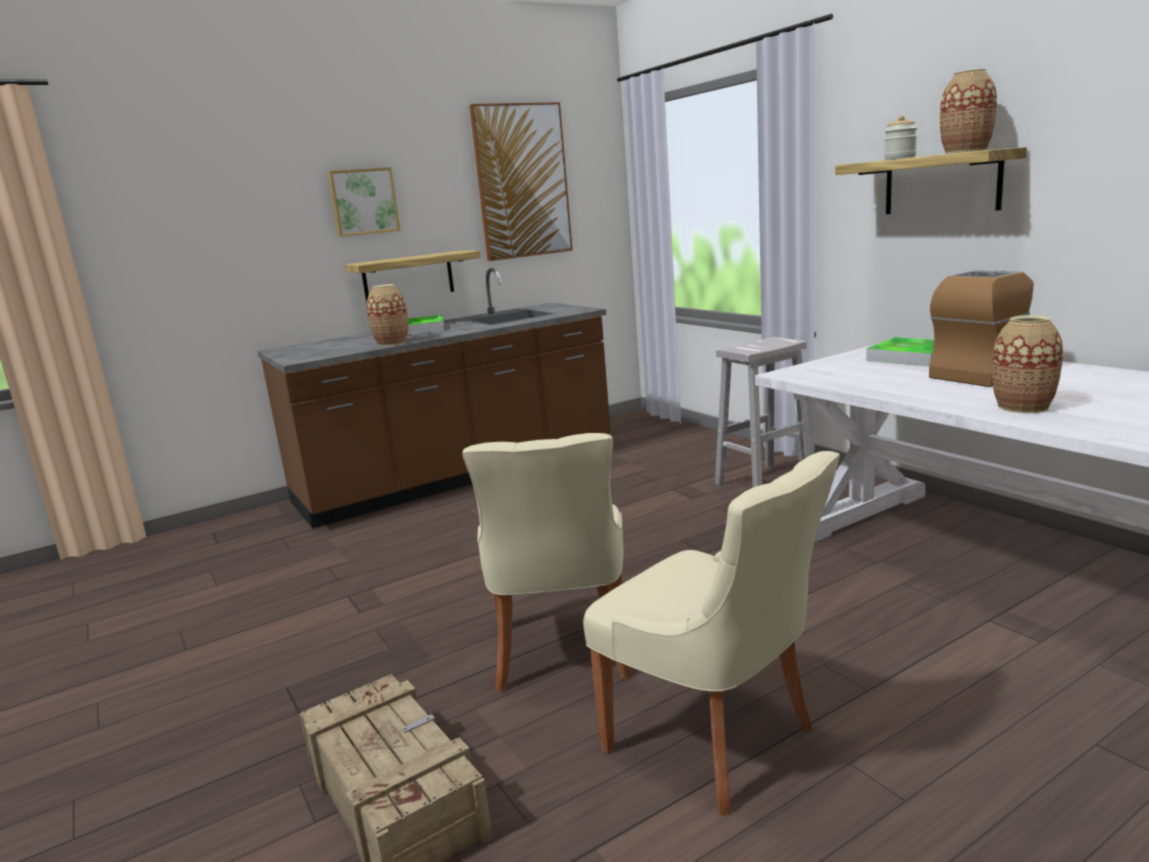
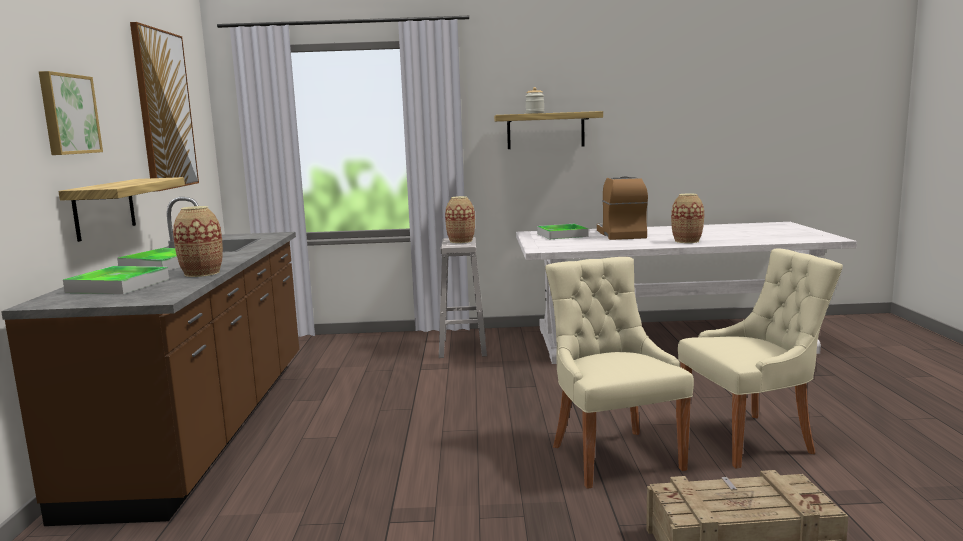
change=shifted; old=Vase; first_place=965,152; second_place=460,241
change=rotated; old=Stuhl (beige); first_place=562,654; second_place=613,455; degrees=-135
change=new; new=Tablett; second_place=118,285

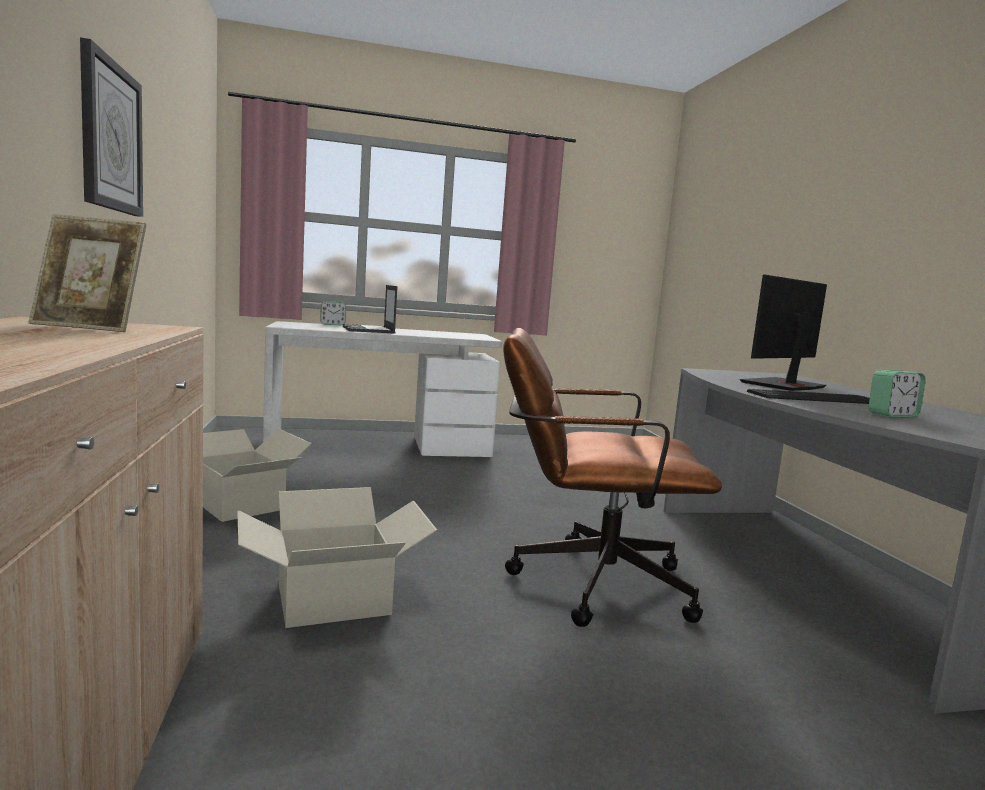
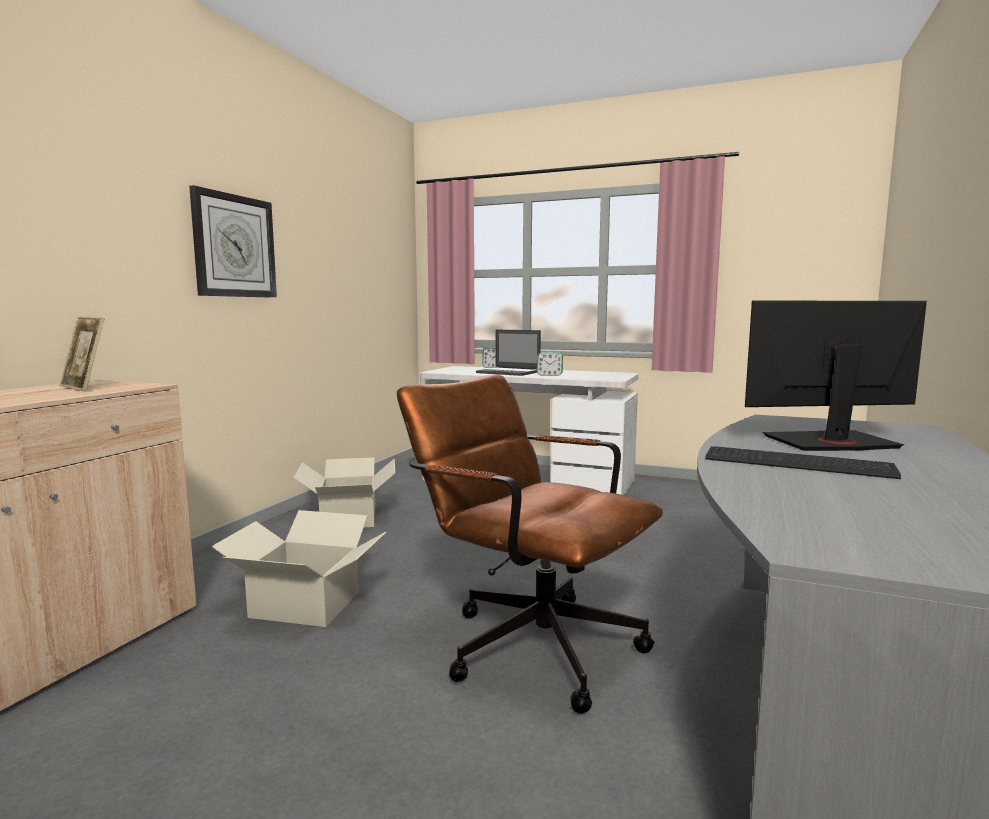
change=rotated; old=Laptop; first_place=368,330; second_place=509,372; degrees=-75
change=shifted; old=Wecker; first_place=892,415; second_place=549,375

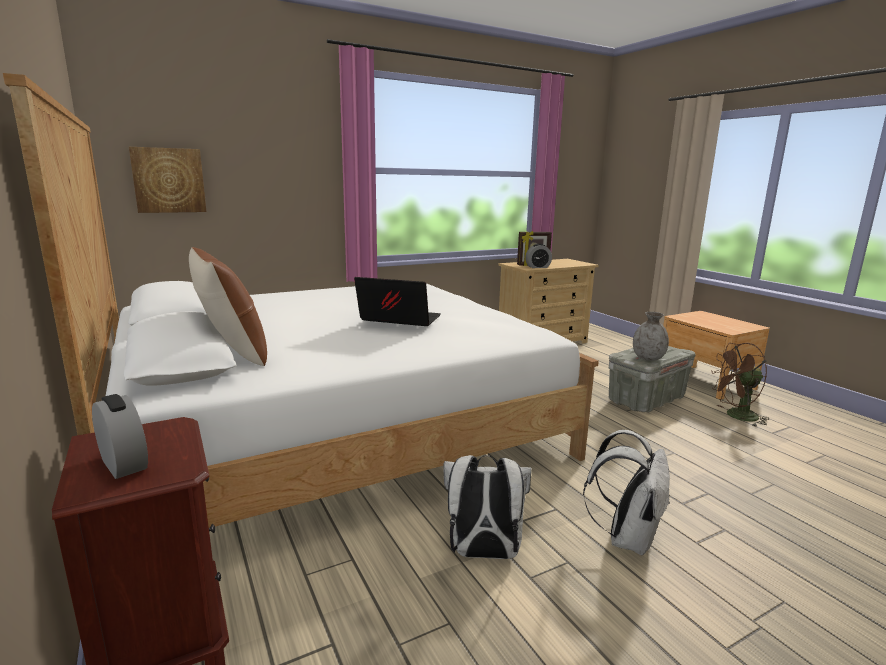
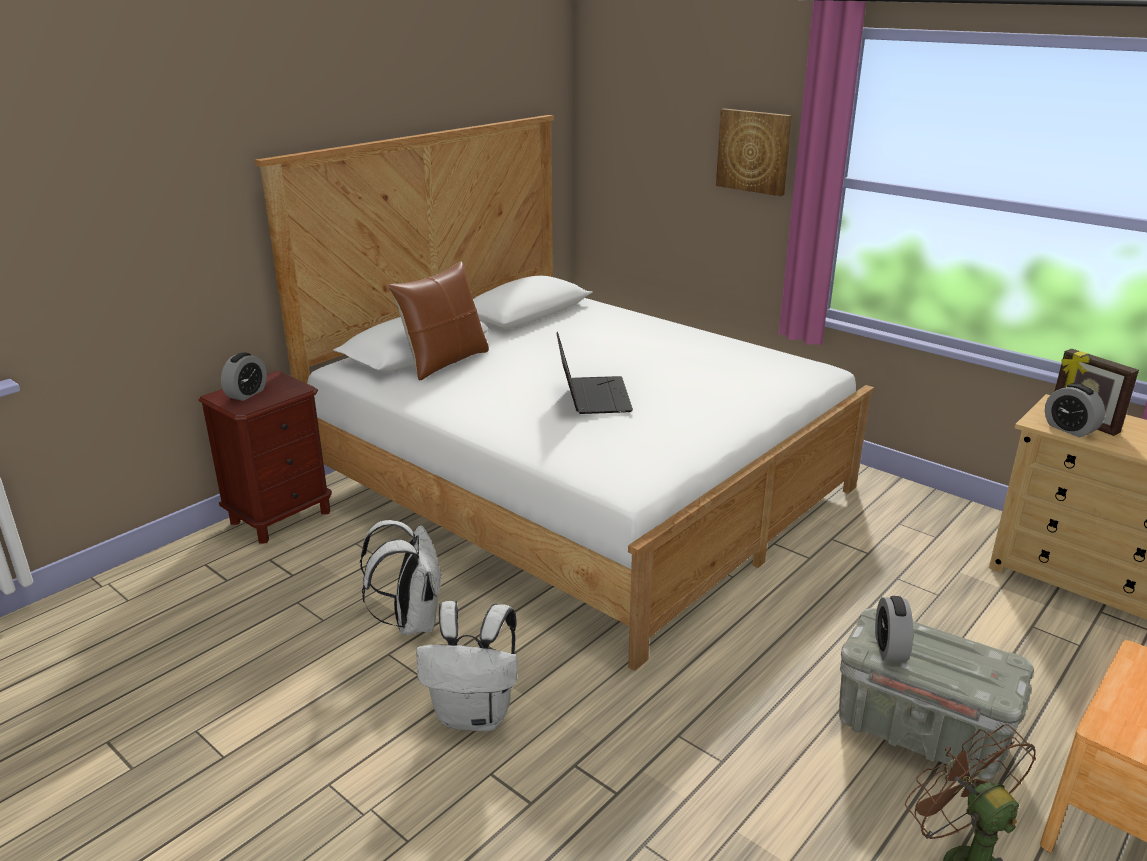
change=shifted; old=Bild; first_place=169,180; second_place=754,151
change=swapped; old=Vase (grau); new=Wecker; first_place=648,358; second_place=889,648

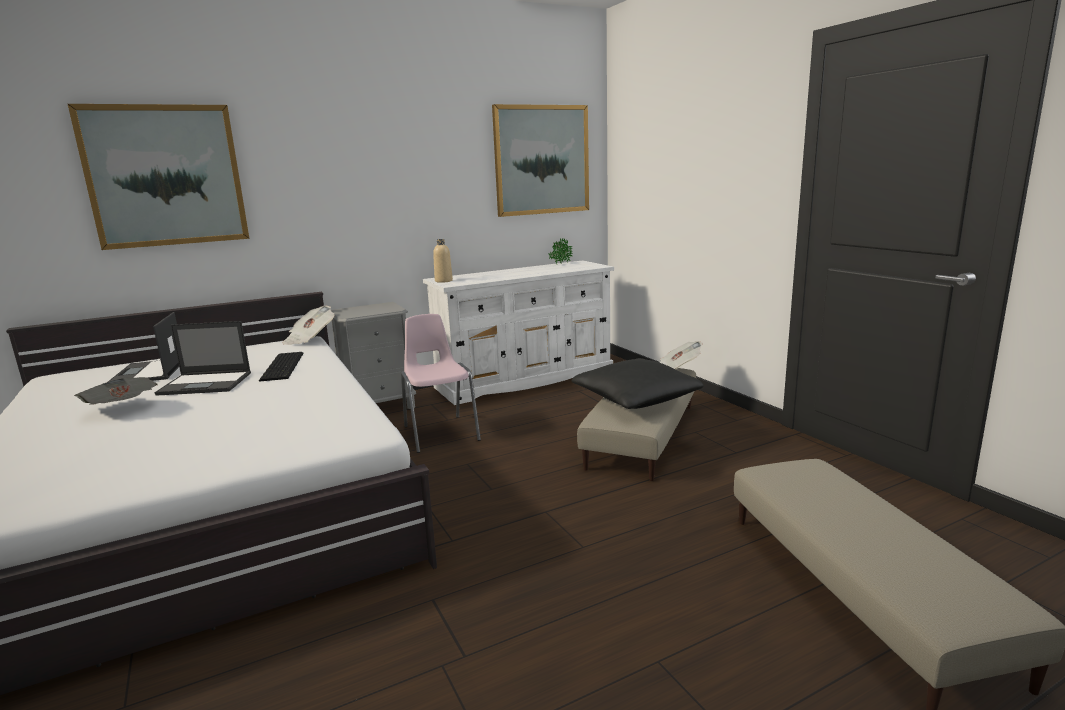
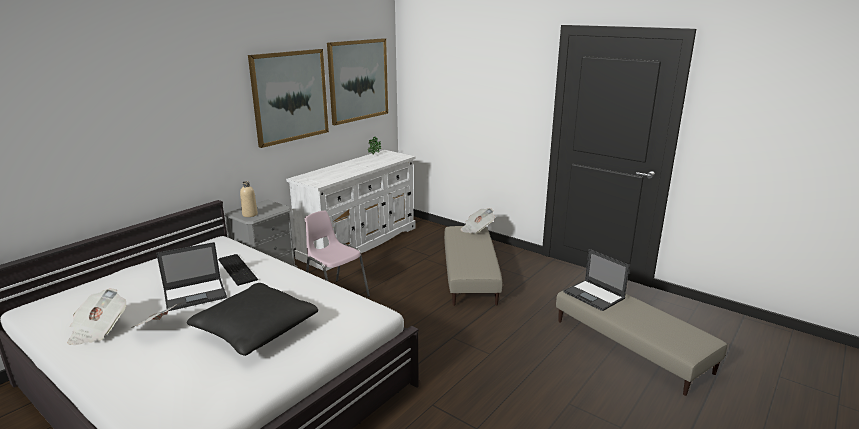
change=shifted; old=Bild; first_place=165,176; second_place=290,96
change=shifted; old=Flasche (beige); first_place=443,281; second_place=250,214
change=shifted; old=Zeitung; first_place=310,339; second_place=98,330
change=shifted; old=Laptop; first_place=148,372; second_place=594,295
change=shifted; old=Kissen (schwarz); first_place=635,399; second_place=255,330

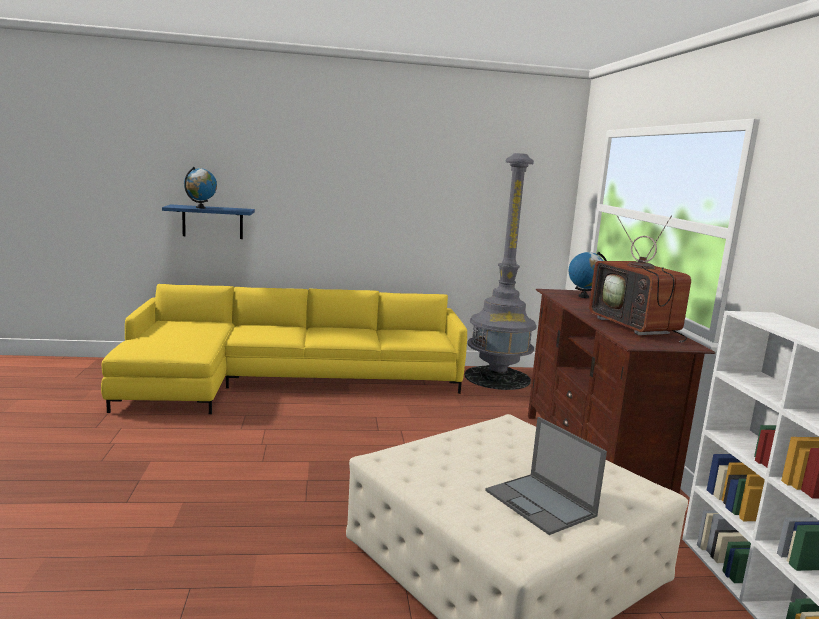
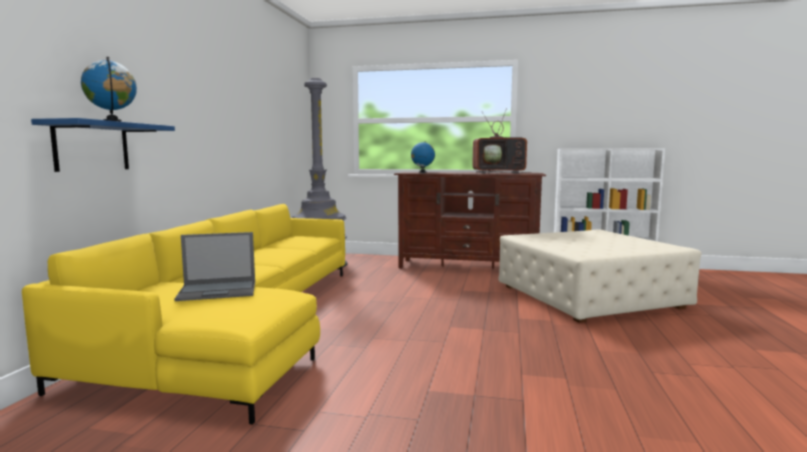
change=shifted; old=Laptop; first_place=541,504; second_place=218,291

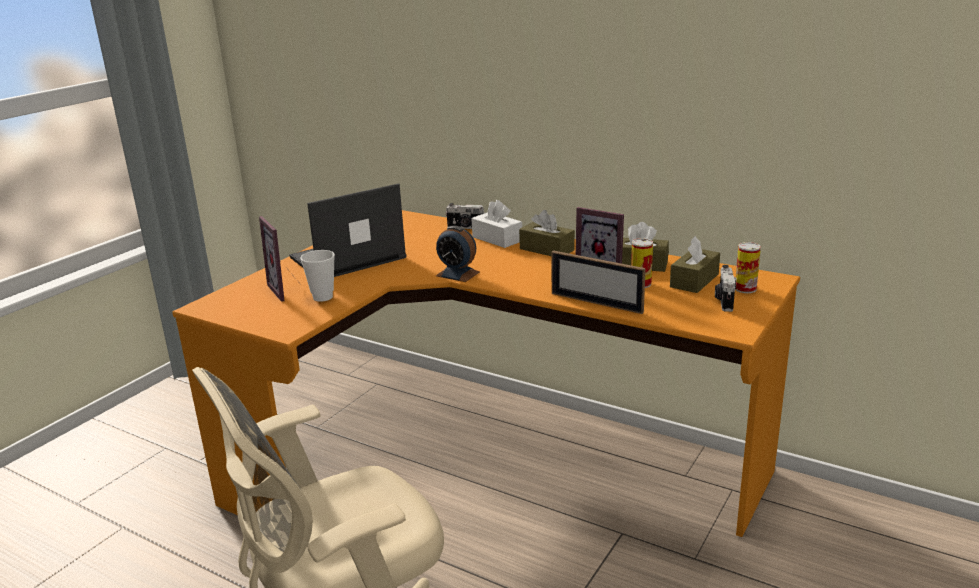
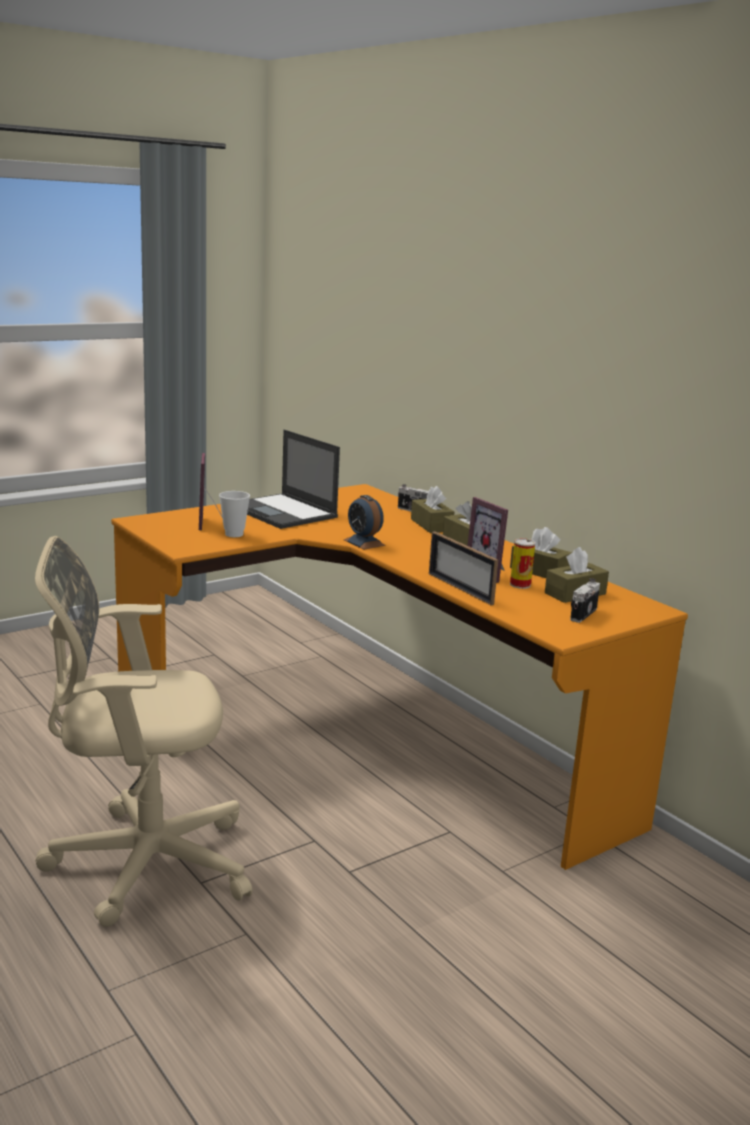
change=rotated; old=Laptop; first_place=346,258; second_place=283,512; degrees=-120
change=repainted; old=Taschentuchbox (weiß); new=Taschentuchbox (braun); first_place=497,239; second_place=431,525
change=gone; old=Dose; first_place=745,289

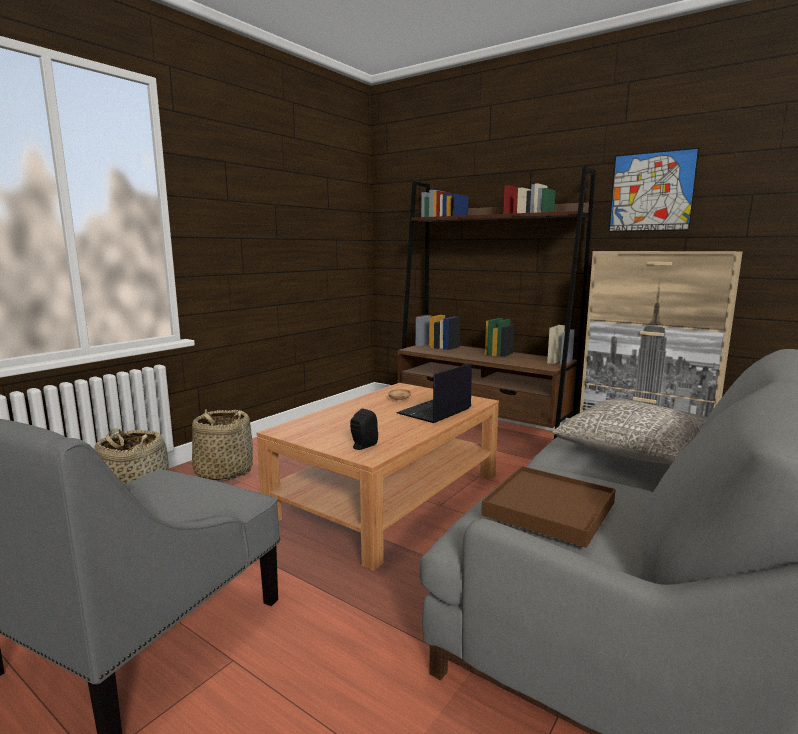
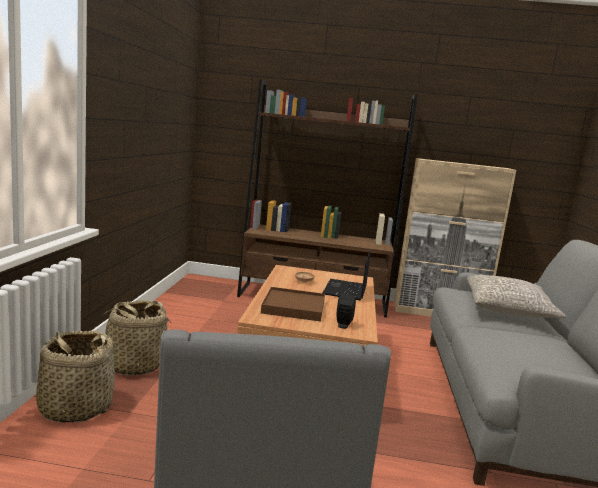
change=gone; old=Bild; first_place=651,192
change=shifted; old=Tablett (braun); first_place=549,509; second_place=294,307

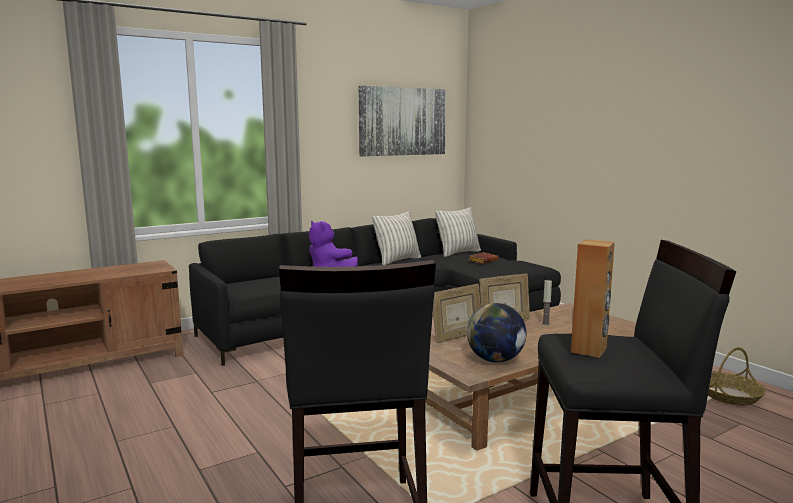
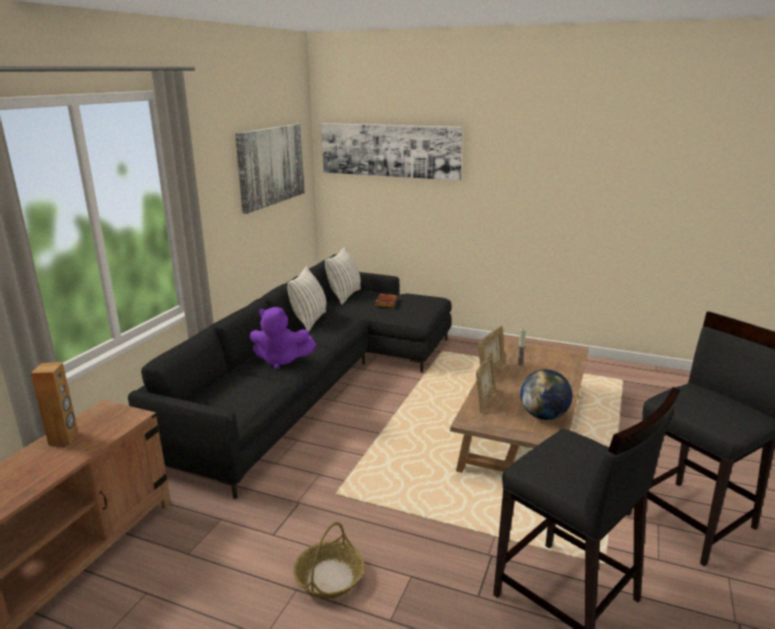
change=shifted; old=Lautsprecher (braun); first_place=589,350; second_place=64,438
change=shifted; old=Korb; first_place=729,395; second_place=329,577
change=new; new=Bild; second_place=390,150

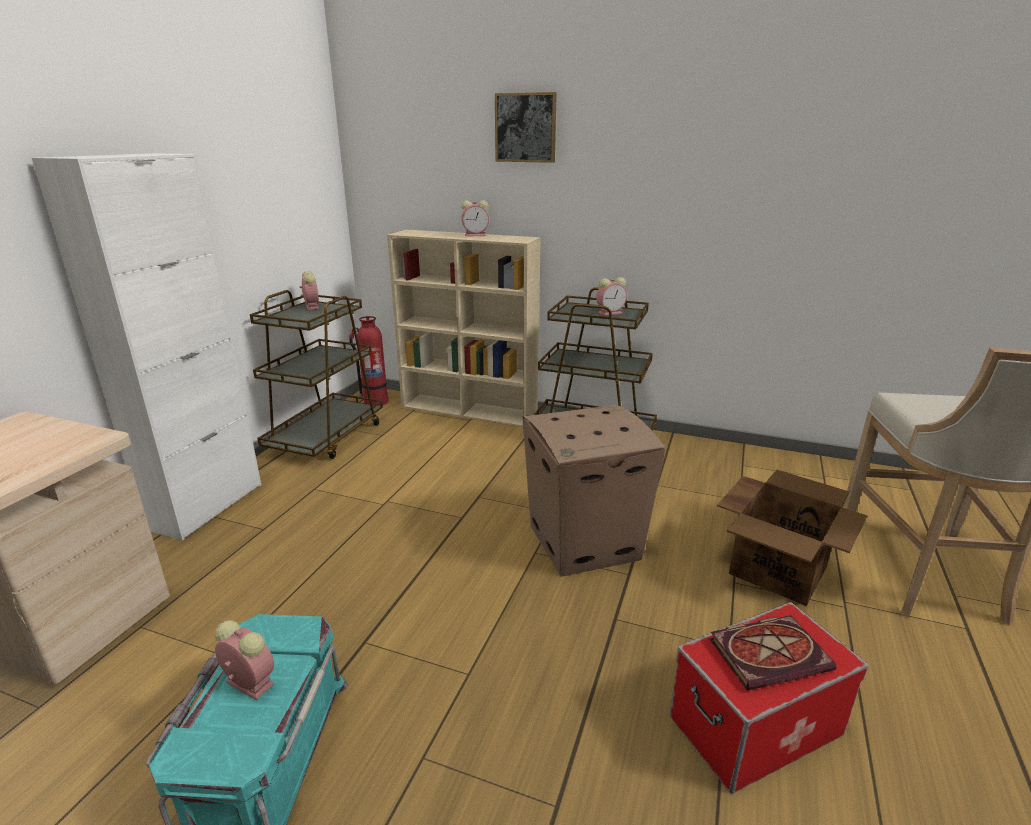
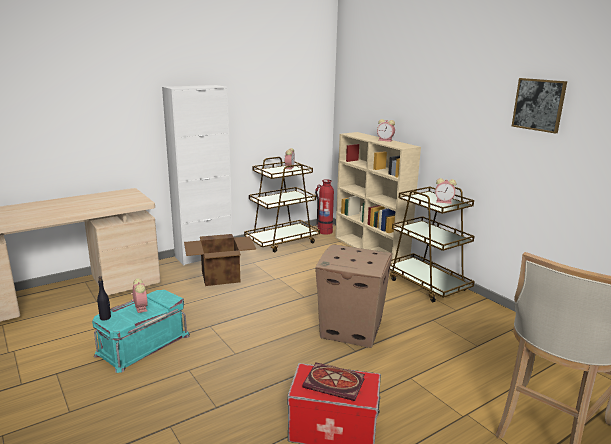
change=shifted; old=Bild; first_place=525,128; second_place=539,105
change=shifted; old=Karton; first_place=779,569; second_place=221,276
change=new; new=Flasche (schwarz); second_place=105,317

